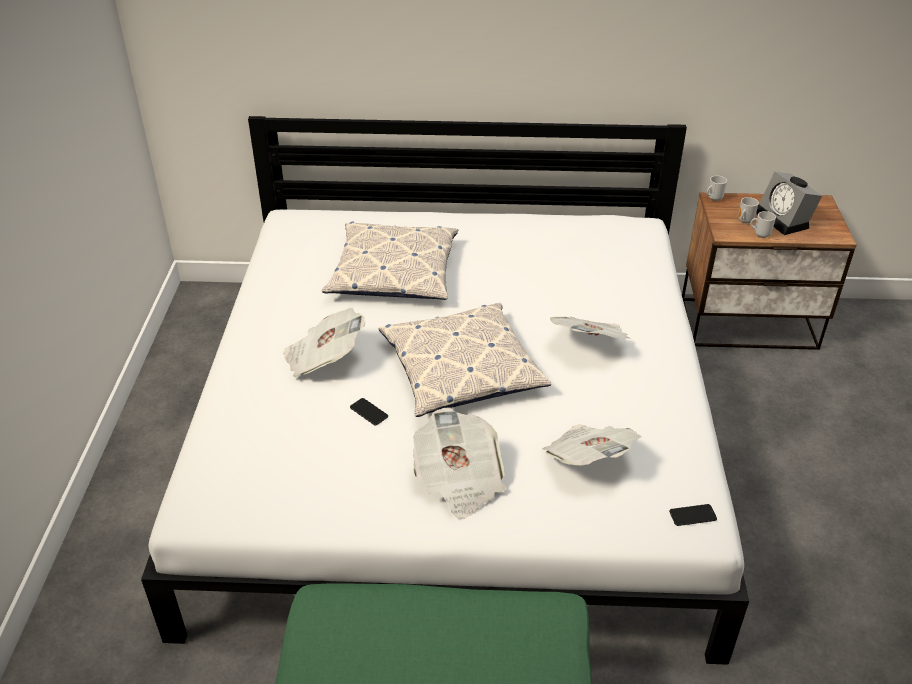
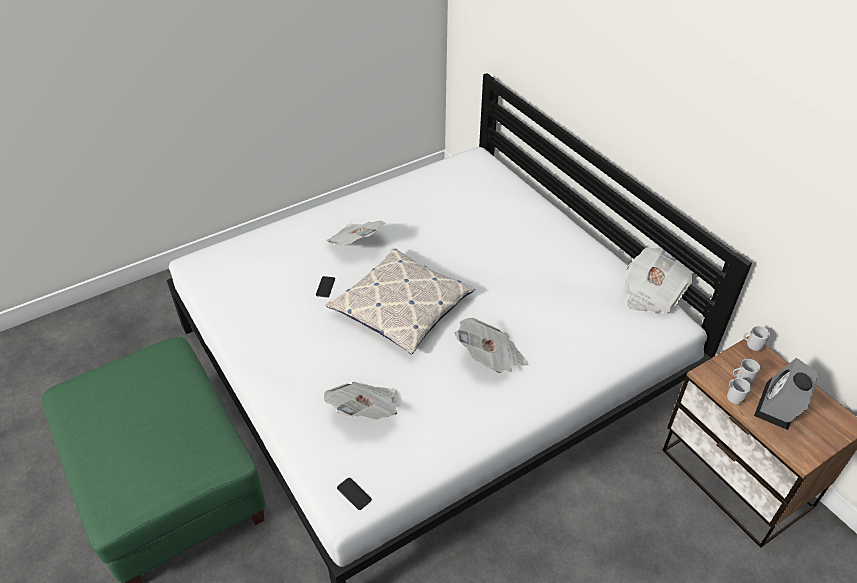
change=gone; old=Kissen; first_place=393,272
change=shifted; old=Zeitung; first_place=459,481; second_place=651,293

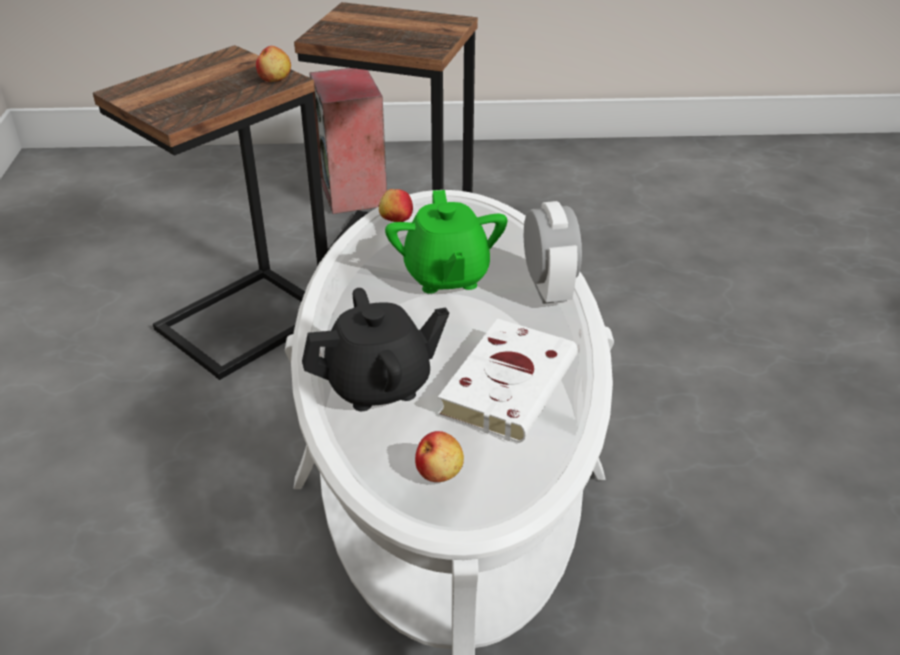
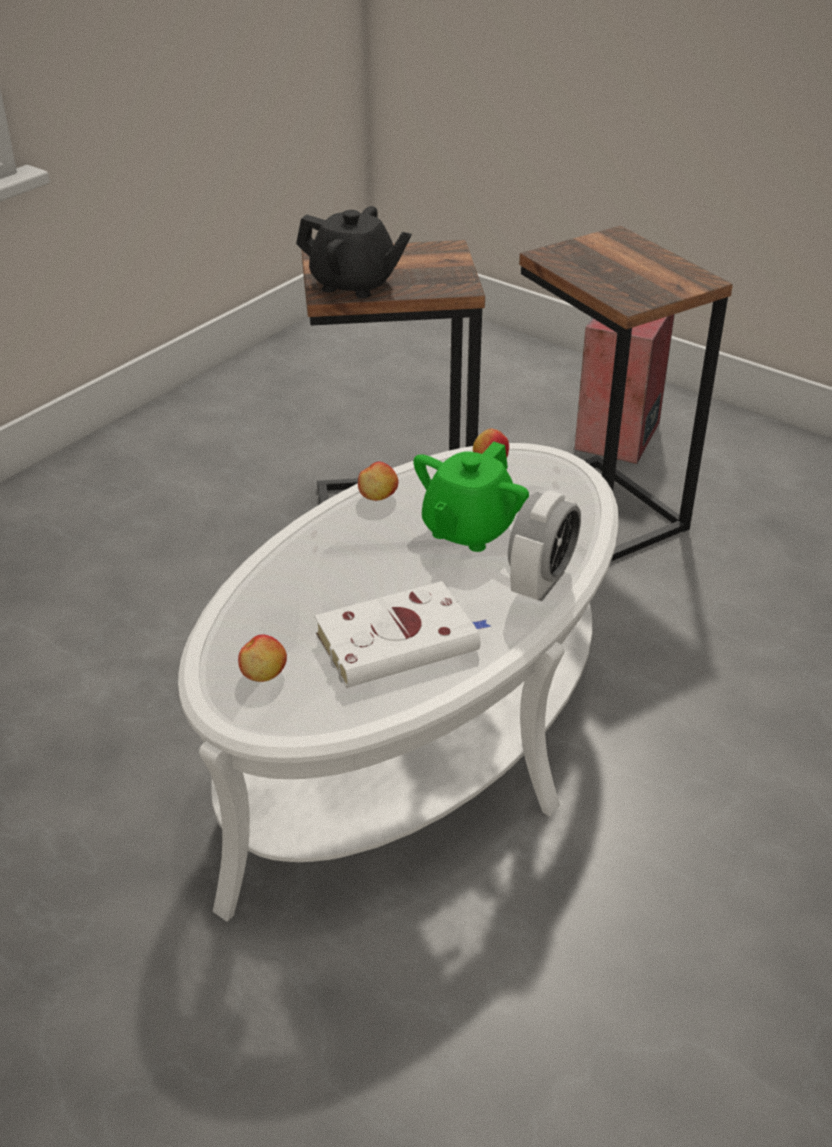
change=shifted; old=Apfel; first_place=275,79; second_place=378,496
change=shifted; old=Teekanne (schwarz); first_place=379,385; second_place=354,284

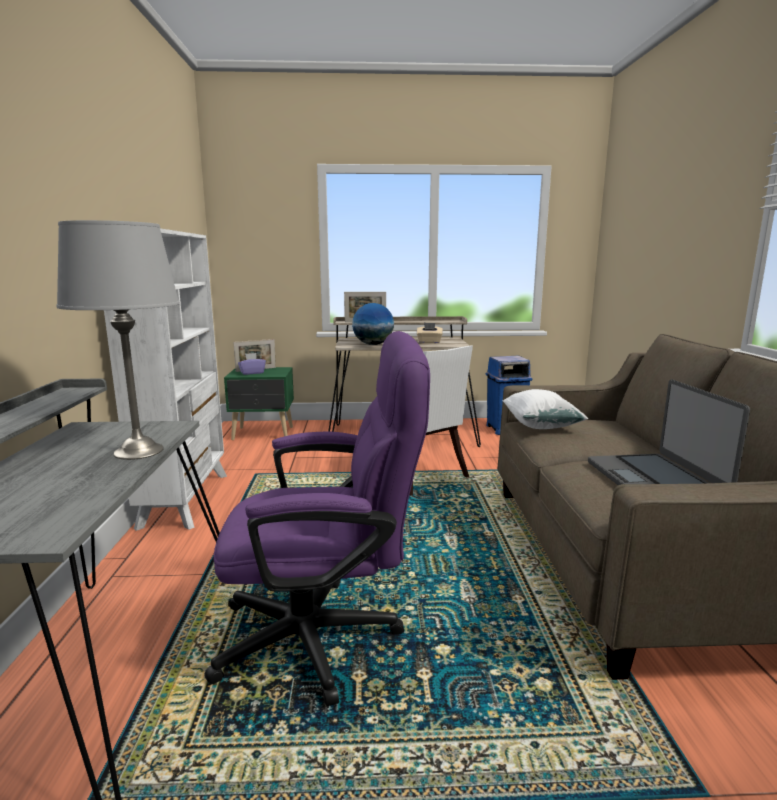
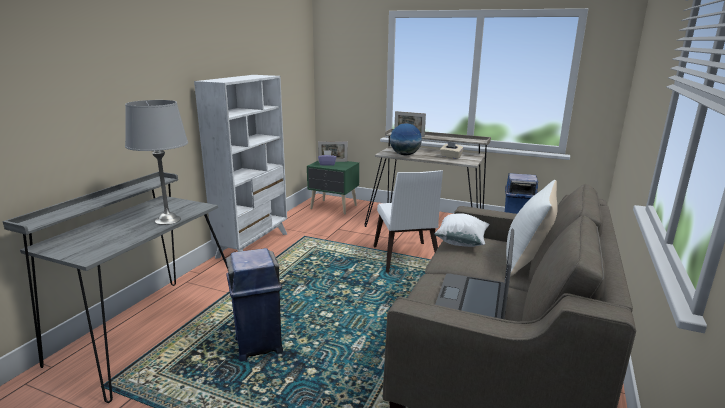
change=swapped; old=Bürostuhl (lila); new=Mülleimer (blau); first_place=325,637; second_place=258,344
change=new; new=Kissen (weiß); second_place=526,261

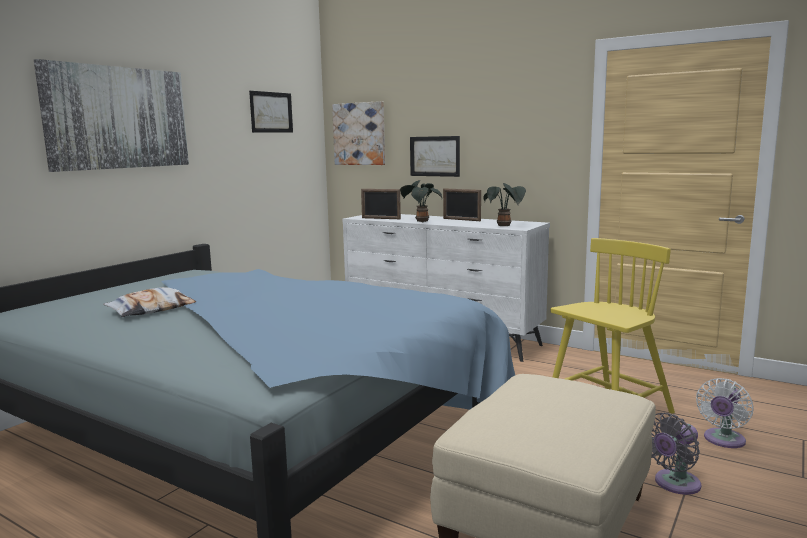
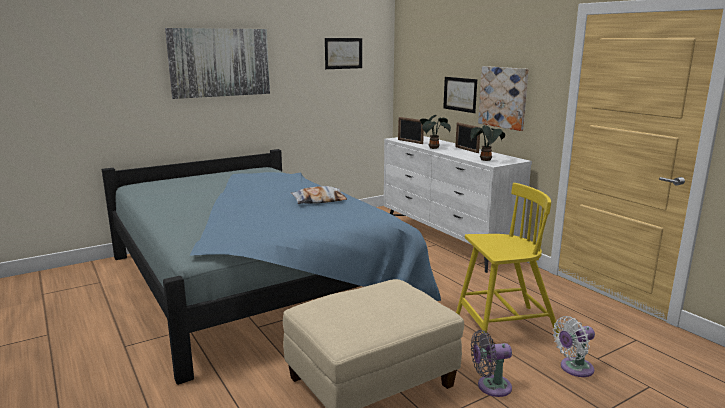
change=shifted; old=Bild; first_place=359,134; second_place=503,97
change=shifted; old=Kissen; first_place=152,309; second_place=319,200

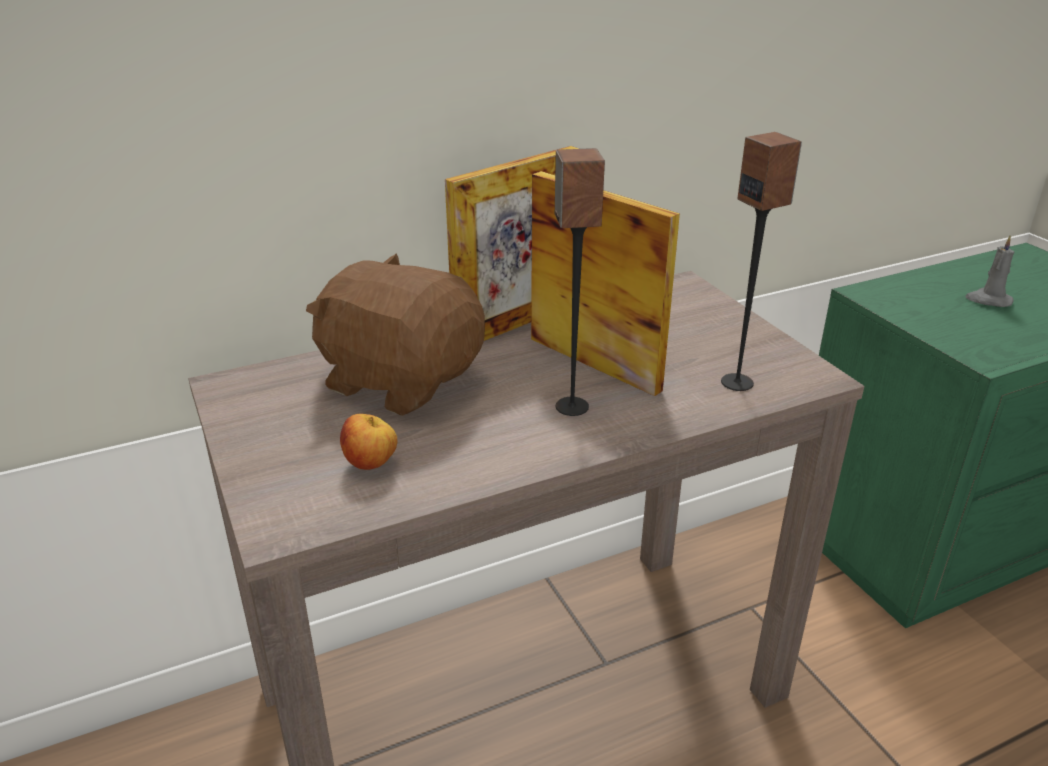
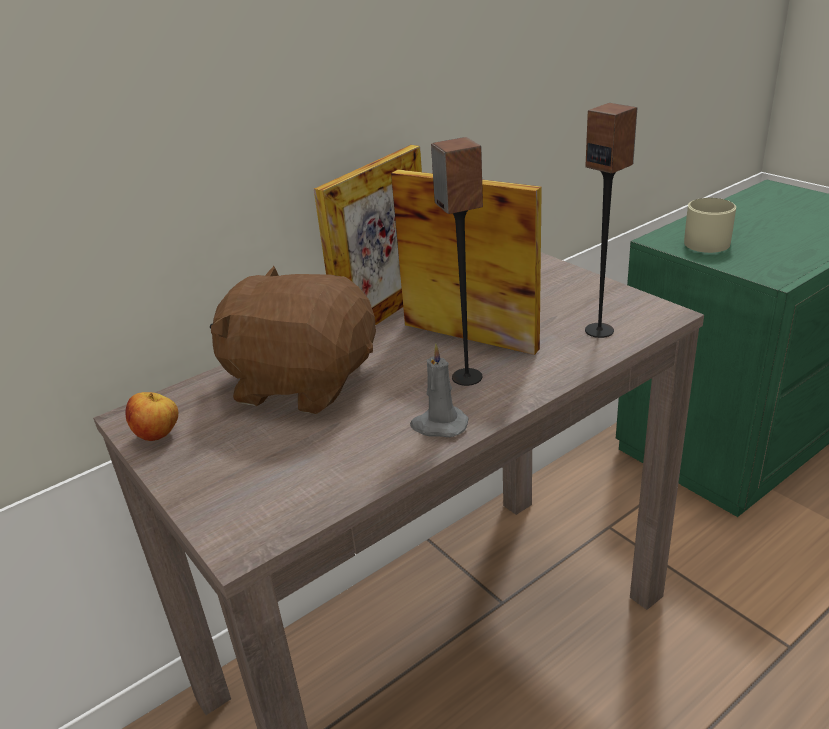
change=shifted; old=Kerze (grau); first_place=988,300; second_place=438,425
change=shifted; old=Apfel; first_place=371,464; second_place=158,436
change=new; new=Henkelbecher (beige); second_place=703,241

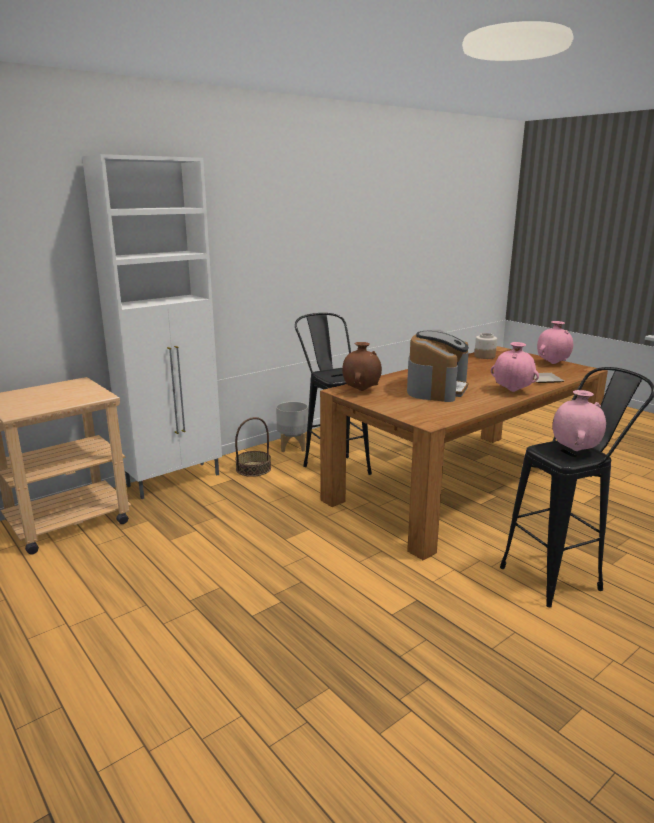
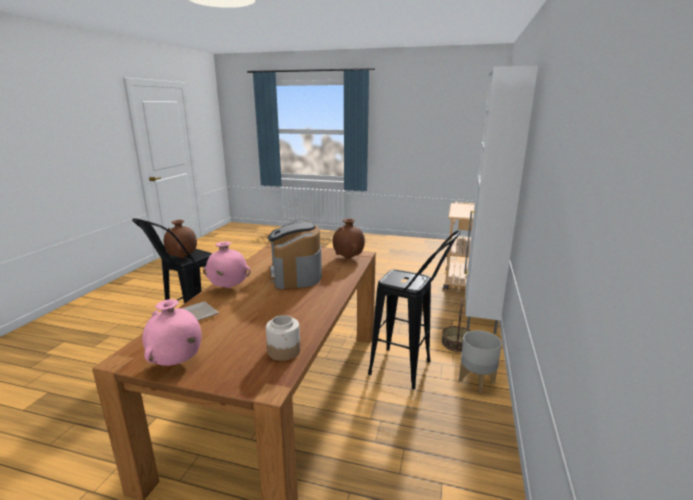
change=repainted; old=Vase (rosa); new=Vase (braun); first_place=575,450; second_place=182,258

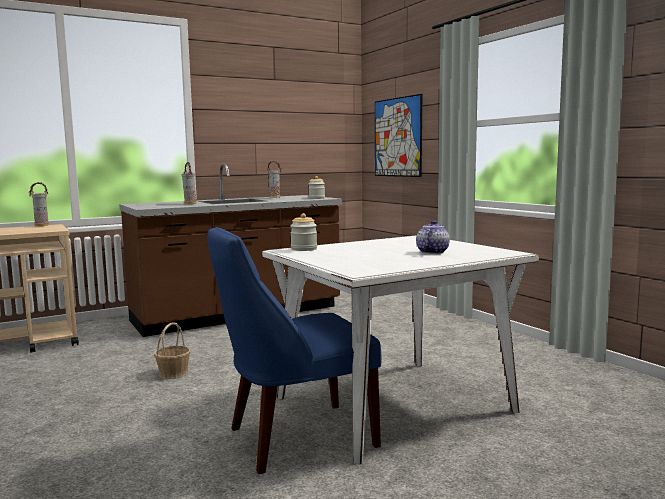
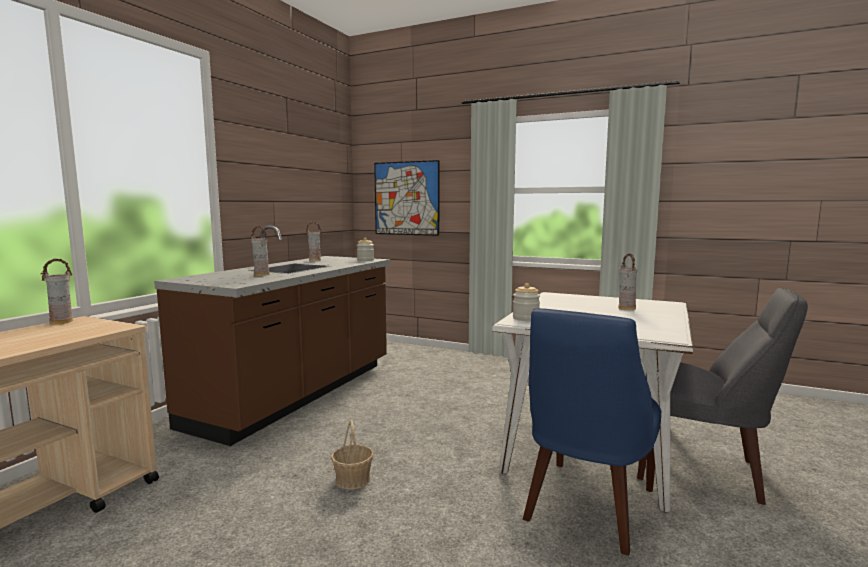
change=swapped; old=Teekanne; new=Vase; first_place=432,252; second_place=626,309
change=new; new=Stuhl (grau); second_place=704,471

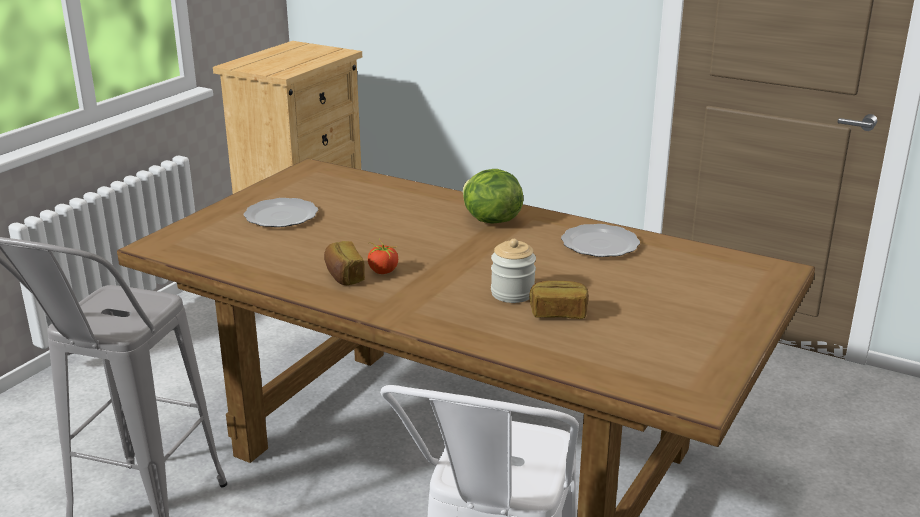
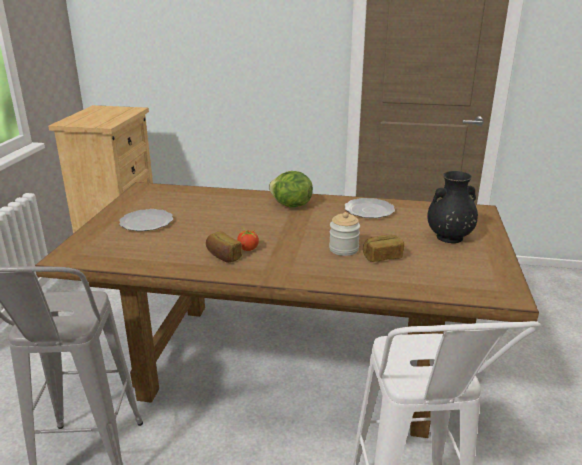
change=new; new=Vase (schwarz); second_place=448,237

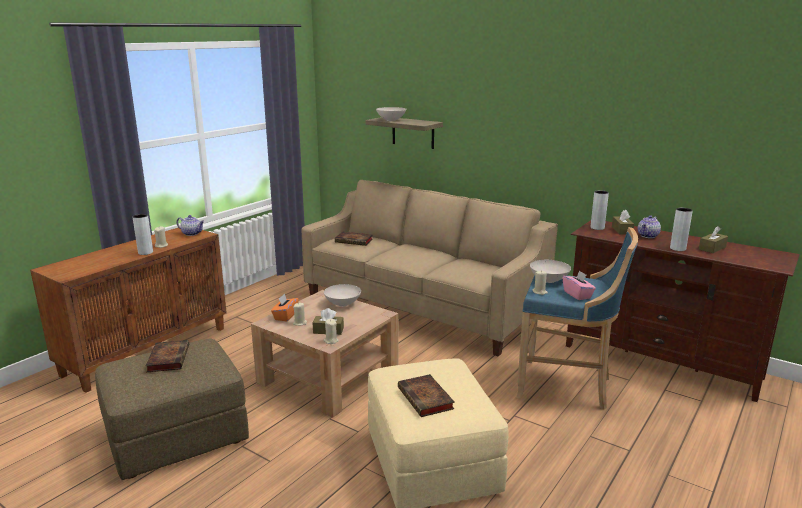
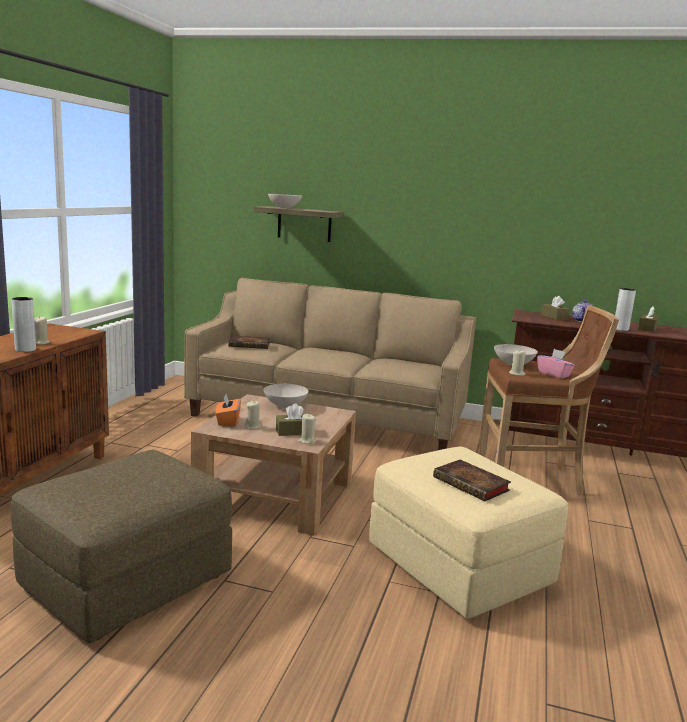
change=gone; old=Vase (grau); first_place=597,228
change=gone; old=Teekanne; first_place=192,233
change=repainted; old=Hocker (blau); new=Hocker (braun); first_place=567,386; second_place=531,479
change=gone; old=Buch; first_place=168,358

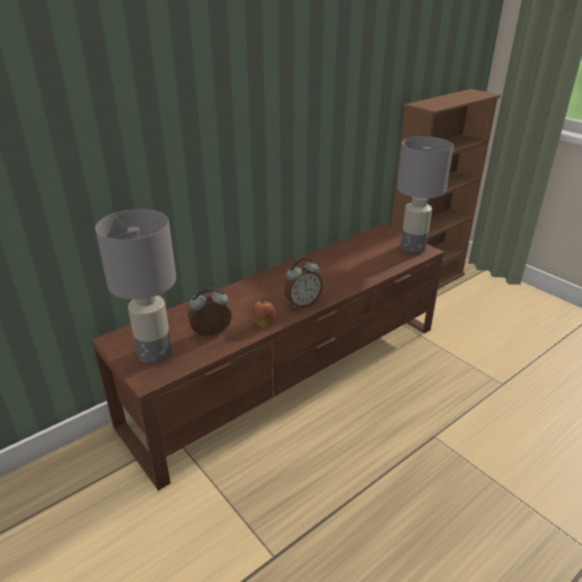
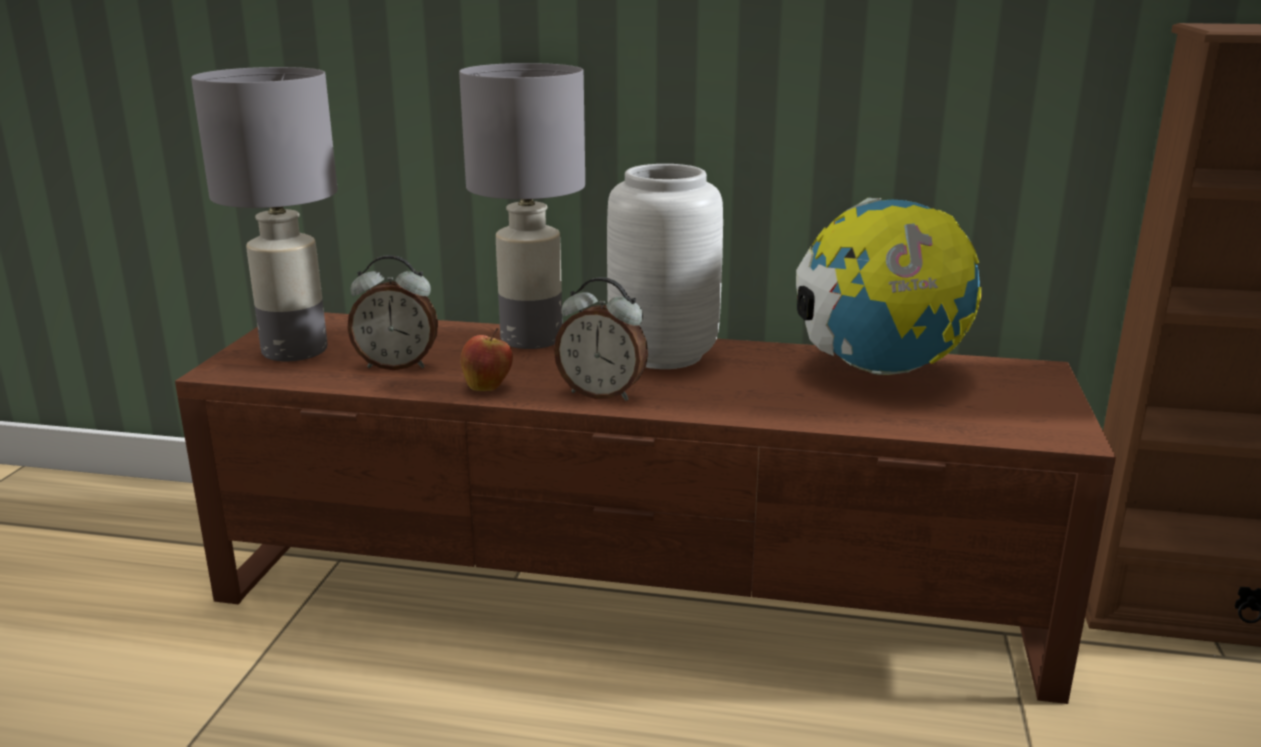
change=shifted; old=Tischlampe (grau); first_place=413,248; second_place=532,340
change=rotated; old=Wecker; first_place=211,334; second_place=397,365; degrees=150
change=new; new=Vase (grau); second_place=664,354
change=new; new=Globus; second_place=879,370

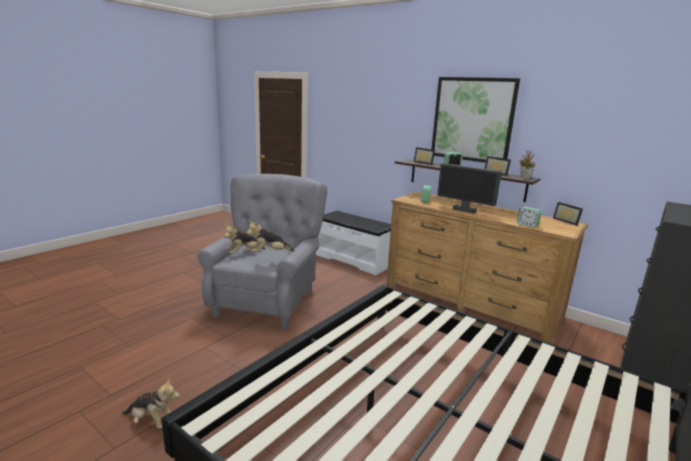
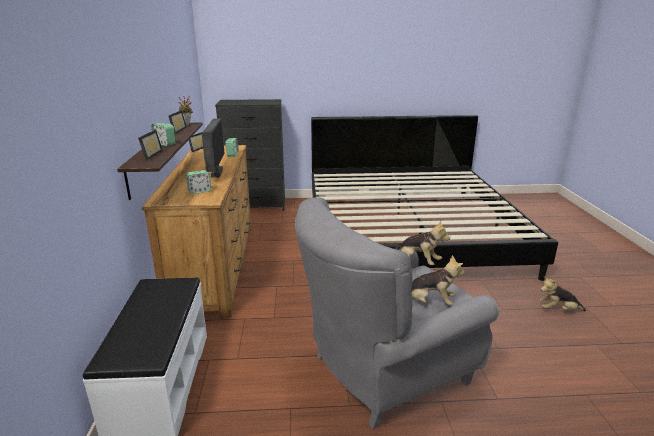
change=gone; old=Bild; first_place=472,119
change=rotated; old=Plüschtier; first_place=152,421; second_place=558,310; degrees=-60

